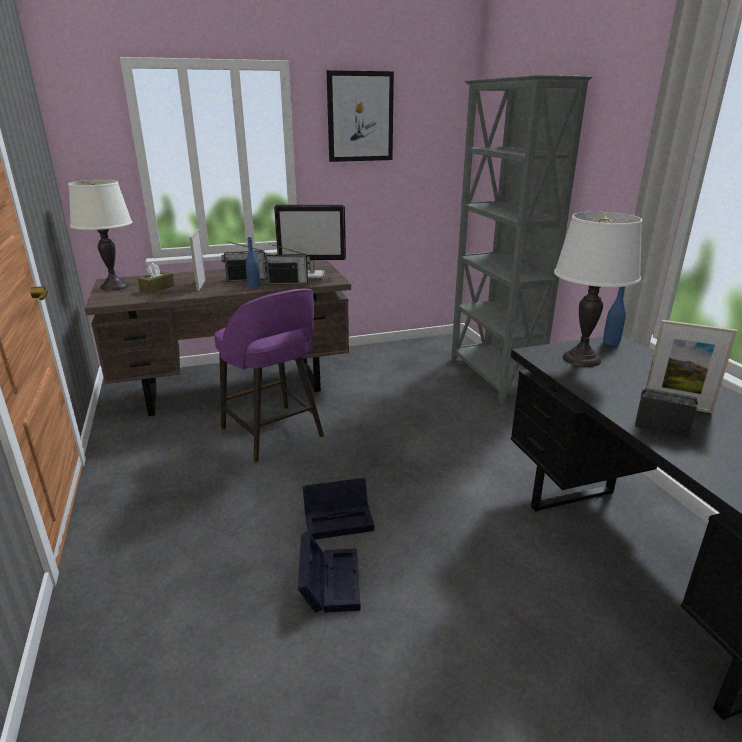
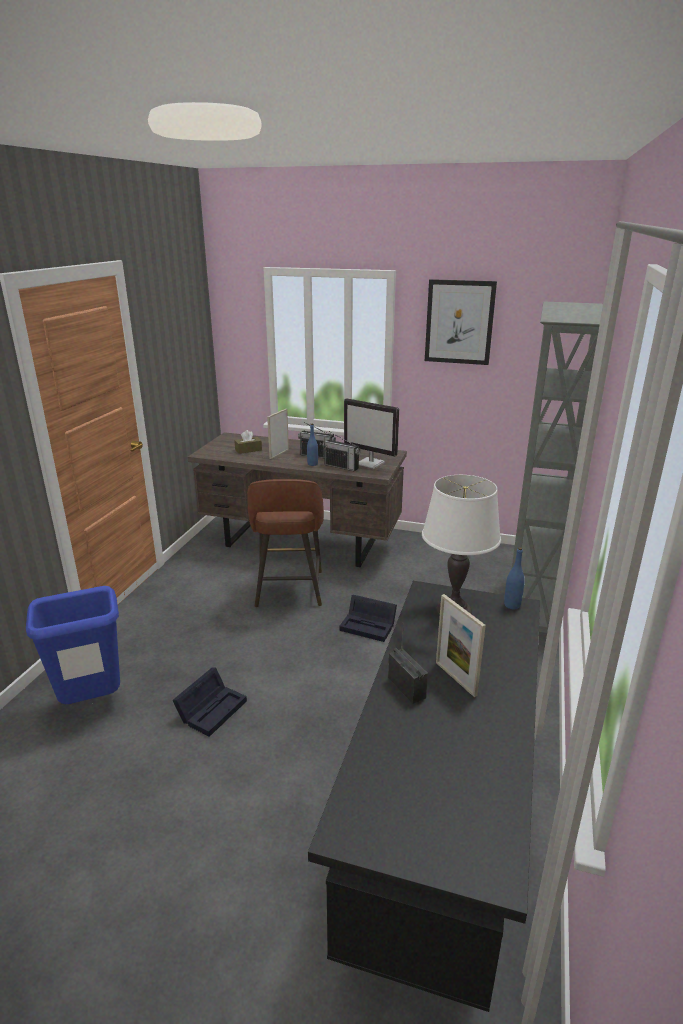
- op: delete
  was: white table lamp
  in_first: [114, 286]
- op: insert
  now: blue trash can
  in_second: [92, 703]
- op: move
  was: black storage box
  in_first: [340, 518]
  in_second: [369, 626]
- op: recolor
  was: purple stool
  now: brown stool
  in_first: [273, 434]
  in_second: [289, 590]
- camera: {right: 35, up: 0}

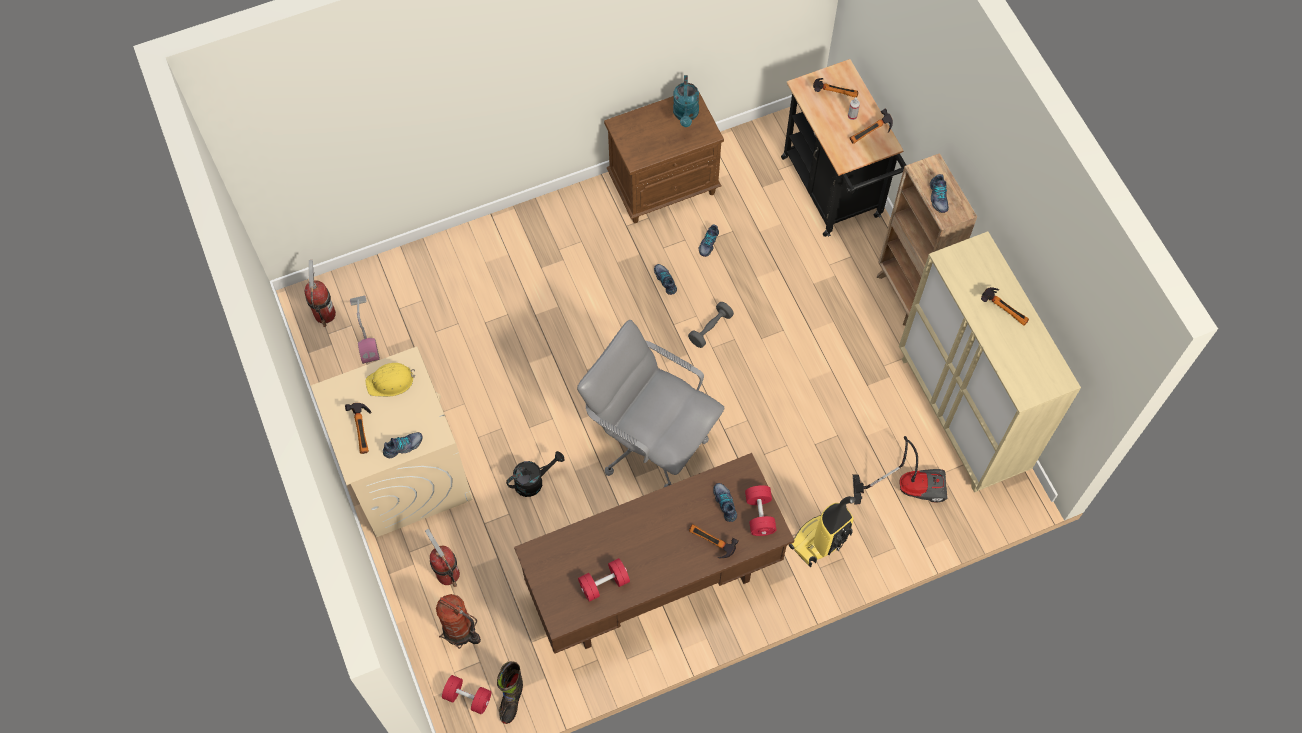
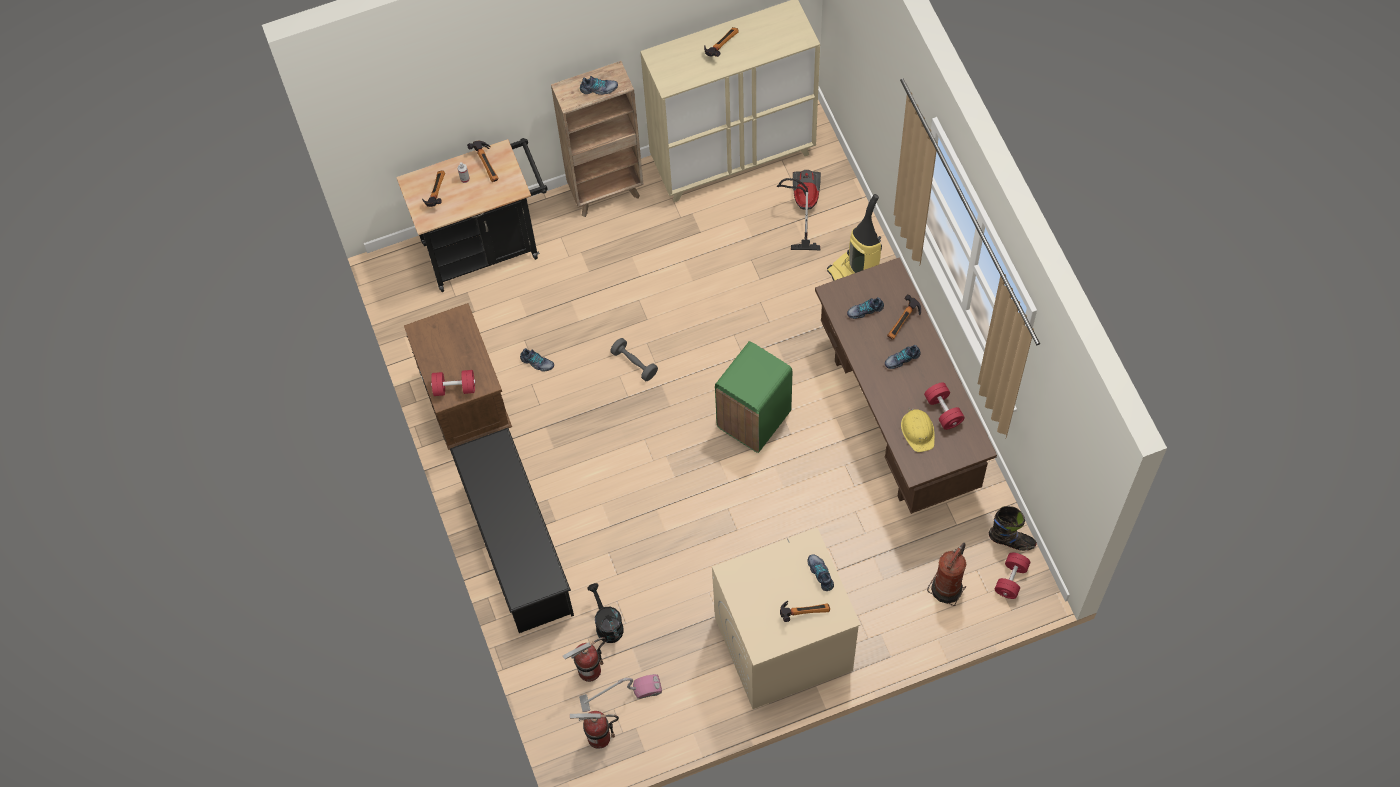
- op: delete
  was: turquoise watering can
  in_first: [686, 115]
- op: insert
  now: black shoe rack
  in_second: [517, 548]
- op: move
  was: yellow hard hat
  in_first: [390, 381]
  in_second: [918, 431]
- op: move
  was: fire extinguisher
  in_first: [448, 574]
  in_second: [589, 670]
- op: move
  was: black watering can
  in_first: [534, 481]
  in_second: [607, 624]
- op: move
  was: shoe
  in_first: [665, 280]
  in_second: [901, 359]
- op: move
  was: red dumbbell
  in_first: [759, 515]
  in_second: [454, 388]
- op: replace
  was: grey office chair
  now: green trash can
  in_first: [650, 440]
  in_second: [753, 419]
- camera: {right: -85, up: 0}

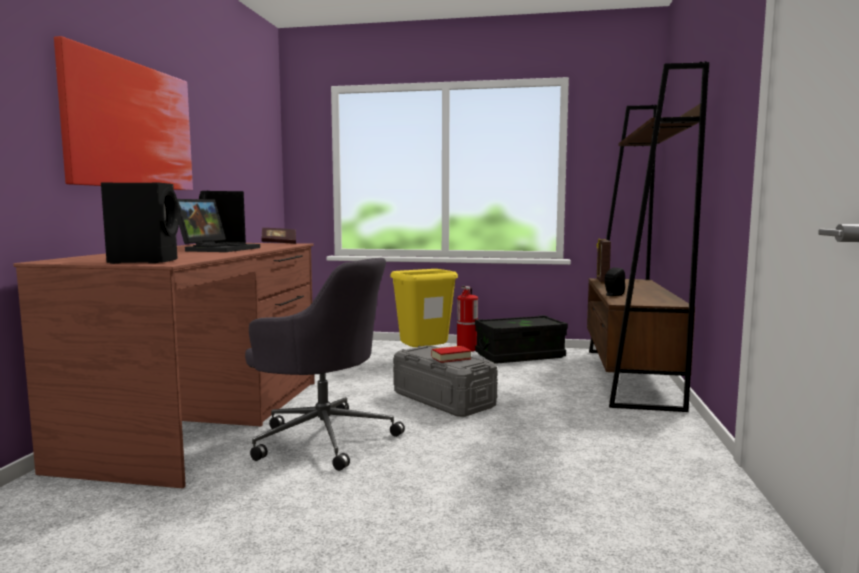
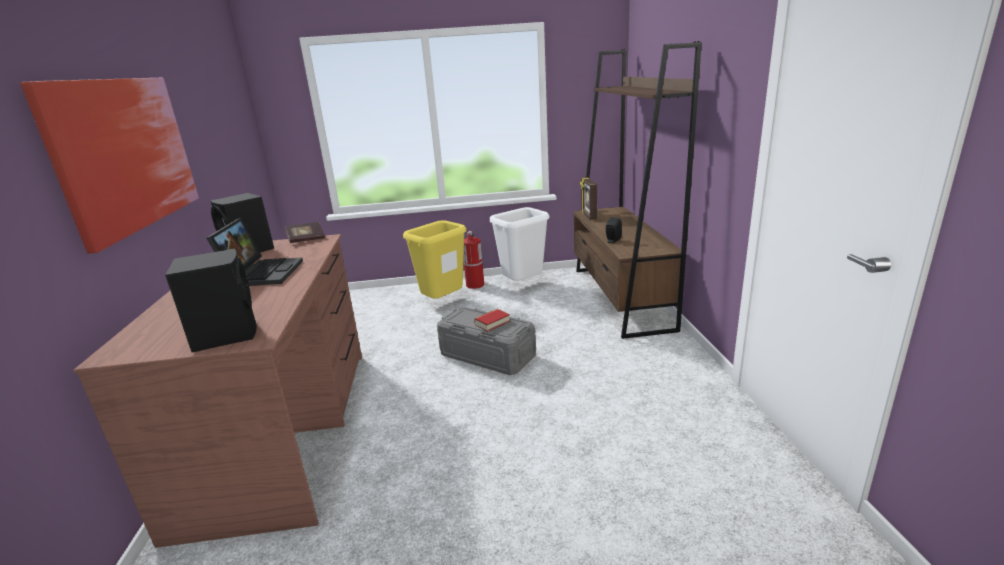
- op: delete
  was: grey office chair
  in_first: [323, 437]
- op: replace
  was: black storage box
  now: white trash can
  in_first: [519, 355]
  in_second: [523, 285]
- camera: {right: -15, up: 15}

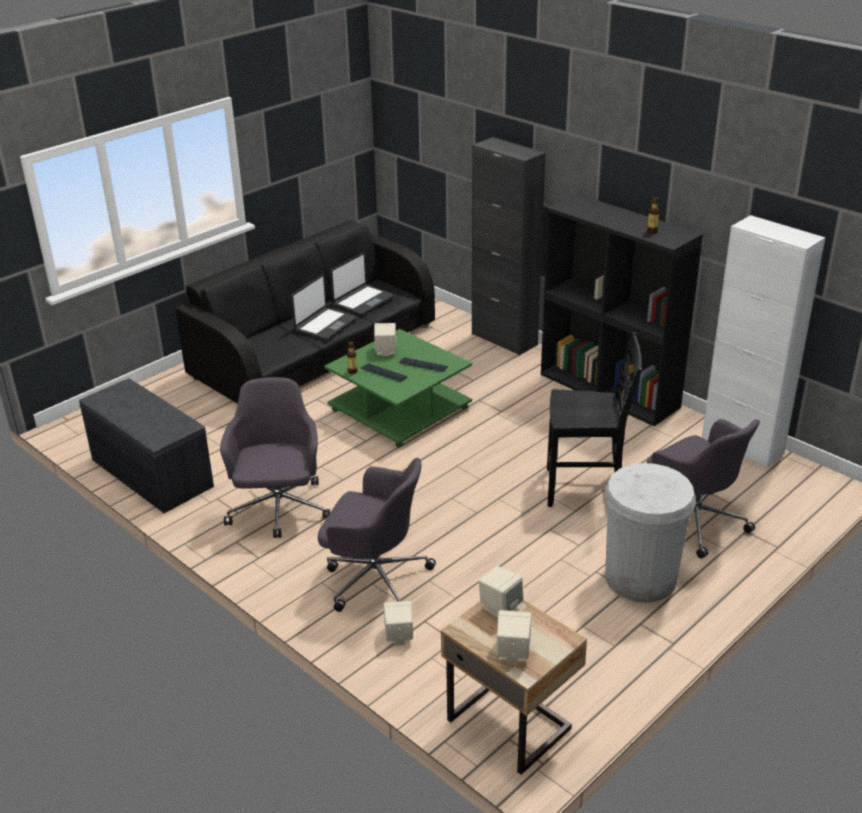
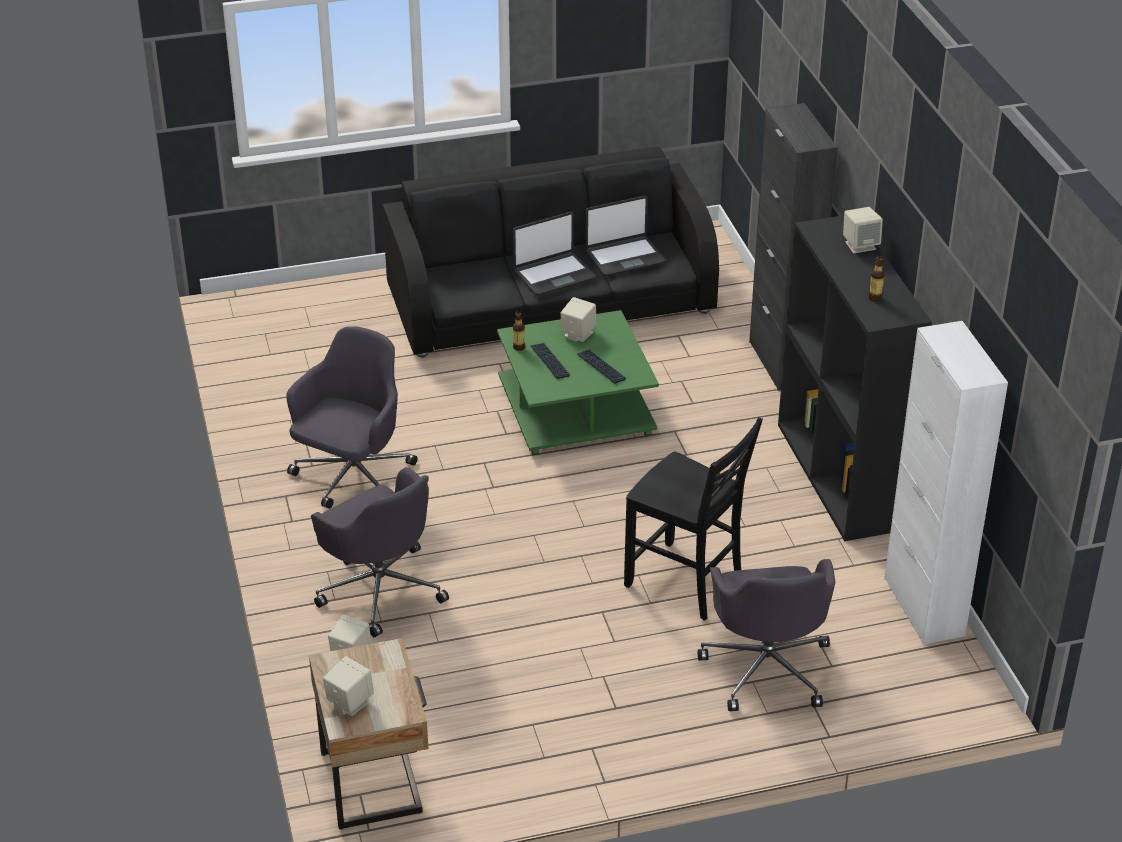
- op: delete
  was: grey bench
  in_first: [150, 473]
- op: delete
  was: white trash can
  in_first: [640, 578]
- op: move
  was: beige speaker
  in_first: [500, 607]
  in_second: [860, 245]
- camera: {right: 30, up: 5}

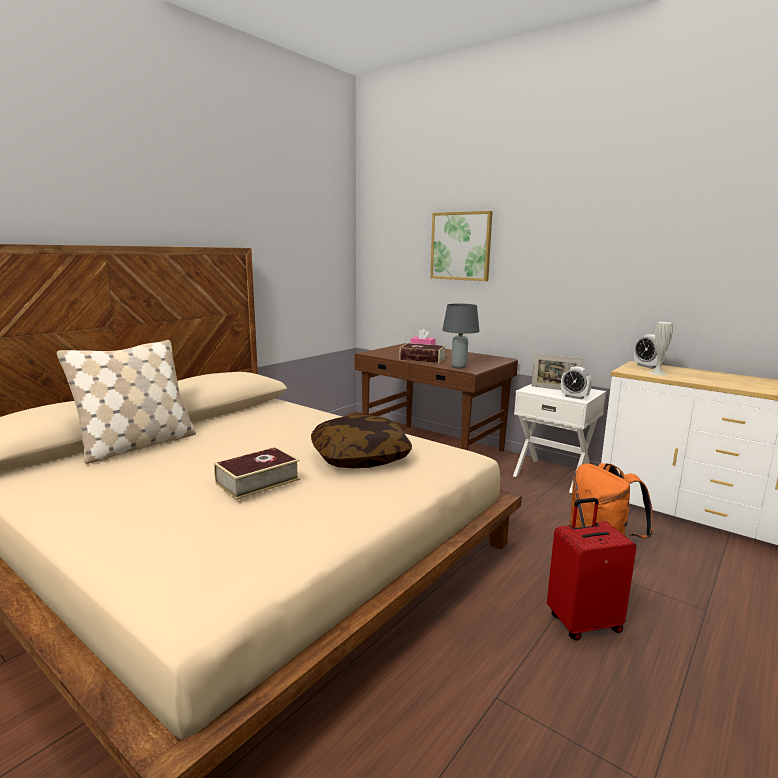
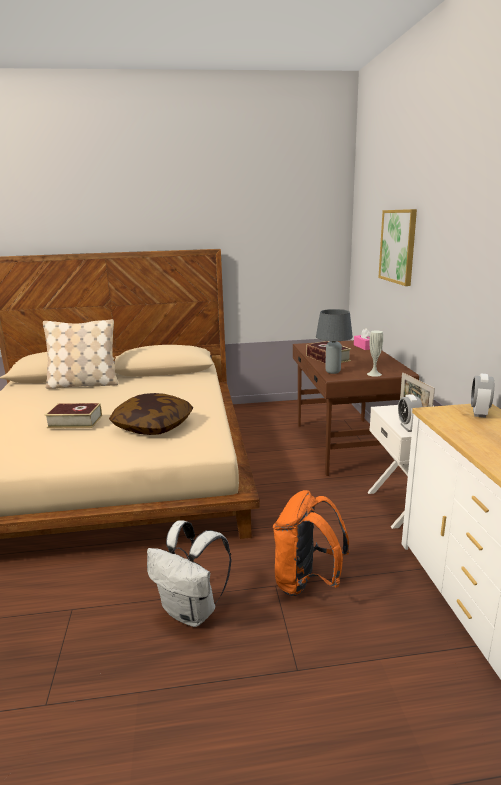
- op: move
  was: white vase
  in_first: [657, 373]
  in_second: [374, 374]
- op: replace
  was: red suitcase
  now: white backpack
  in_first: [583, 622]
  in_second: [192, 611]
- camera: {right: 45, up: 5}

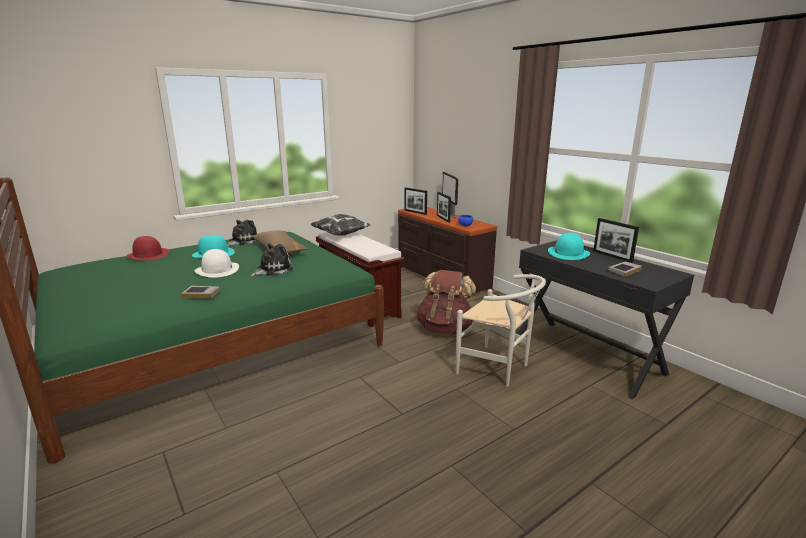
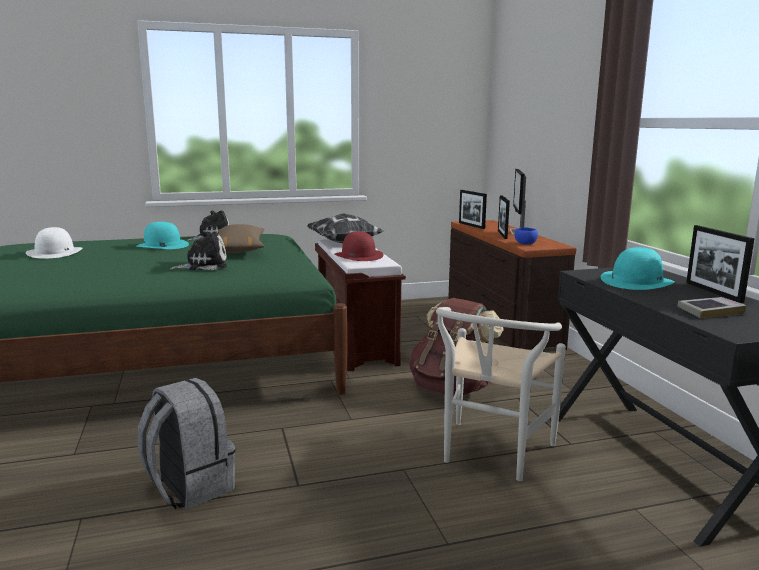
- op: delete
  was: book
  in_first: [201, 294]
- op: insert
  now: grey backpack
  in_second: [189, 486]
- op: move
  was: red hat
  in_first: [148, 255]
  in_second: [358, 255]
- op: move
  was: white hat
  in_first: [217, 270]
  in_second: [55, 252]
- op: rotate
  was: white chair
  in_first: [498, 369]
  in_second: [491, 455]
  clockwise: 60
- camera: {right: 20, up: -5}

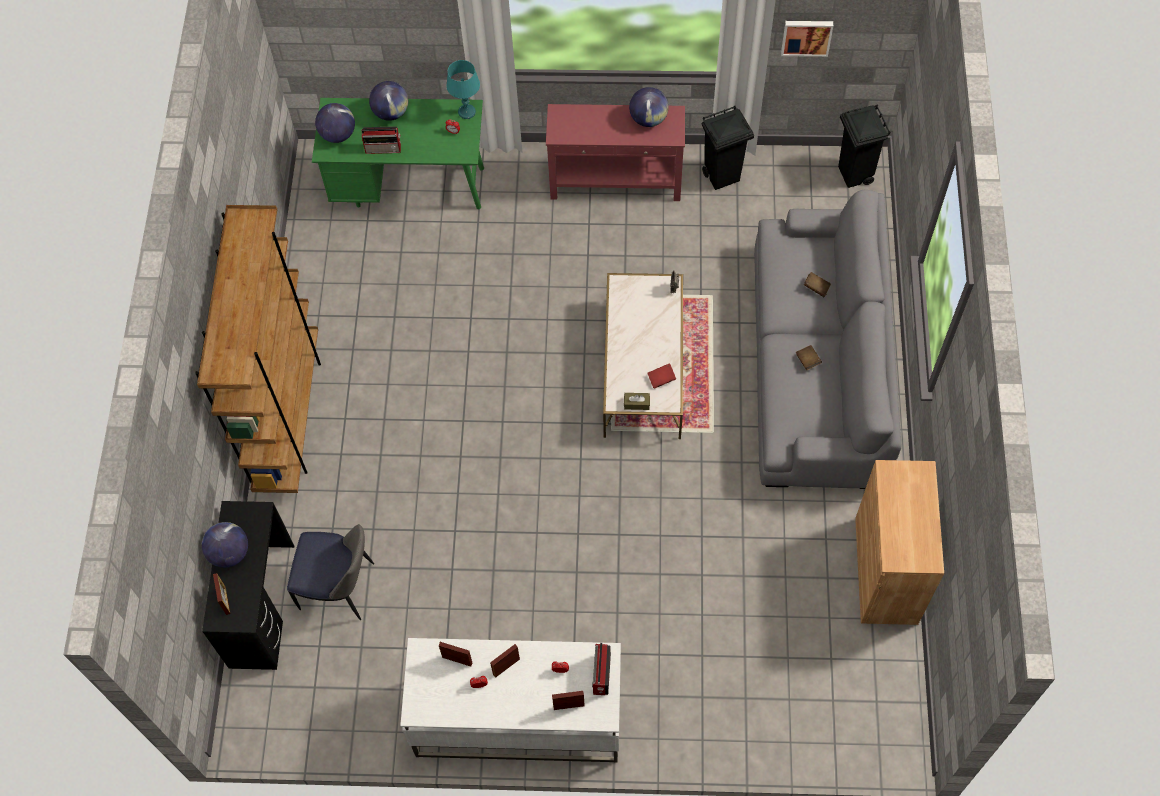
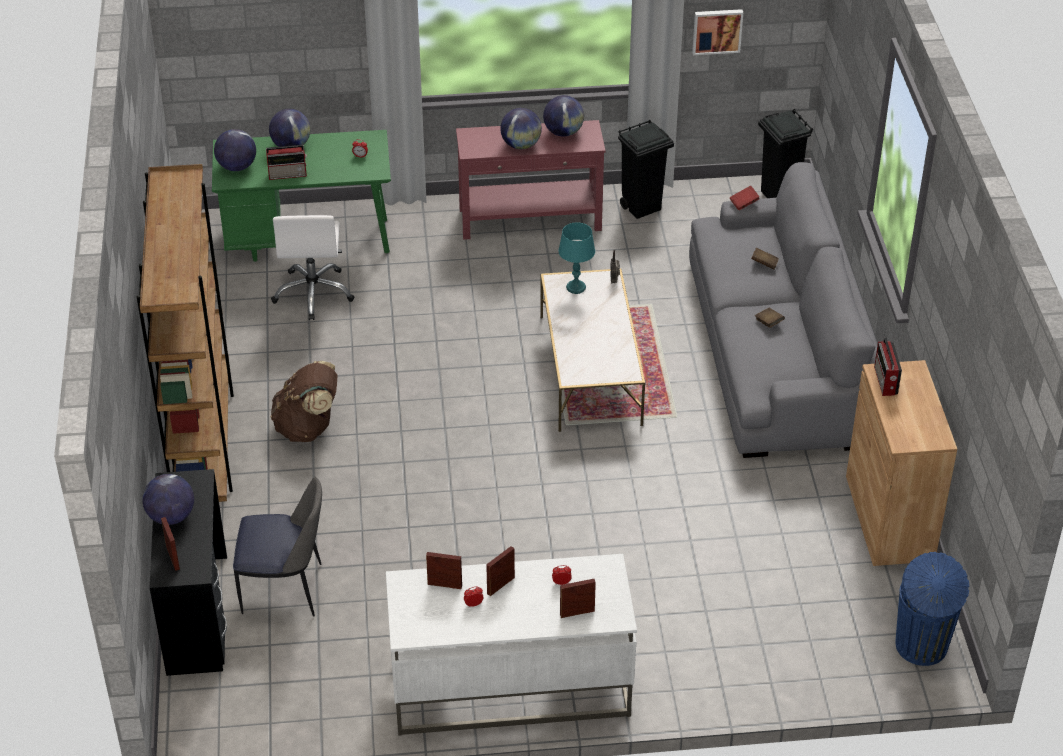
- op: delete
  was: brown tissue box
  in_first: [636, 403]
- op: insert
  now: white office chair
  in_second: [314, 293]
- op: insert
  now: brown backpack
  in_second: [308, 427]
- op: insert
  now: globe
  in_second: [521, 145]
- op: insert
  now: blue trash can
  in_second: [921, 647]
- op: move
  was: turquoise table lamp
  in_first: [467, 112]
  in_second: [576, 288]
- op: move
  was: radio
  in_first: [601, 675]
  in_second: [885, 381]
- op: move
  was: red book
  in_first: [661, 379]
  in_second: [744, 203]
- camera: {right: -10, up: -20}

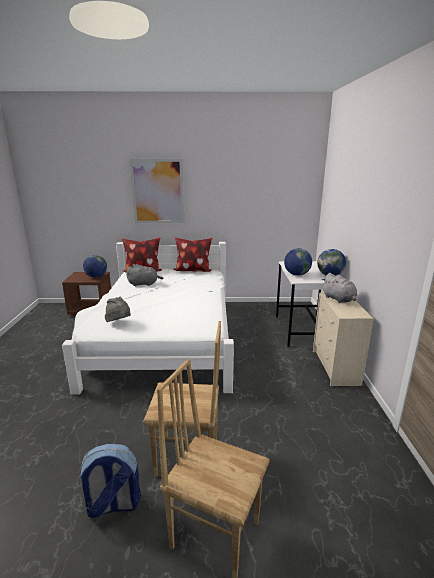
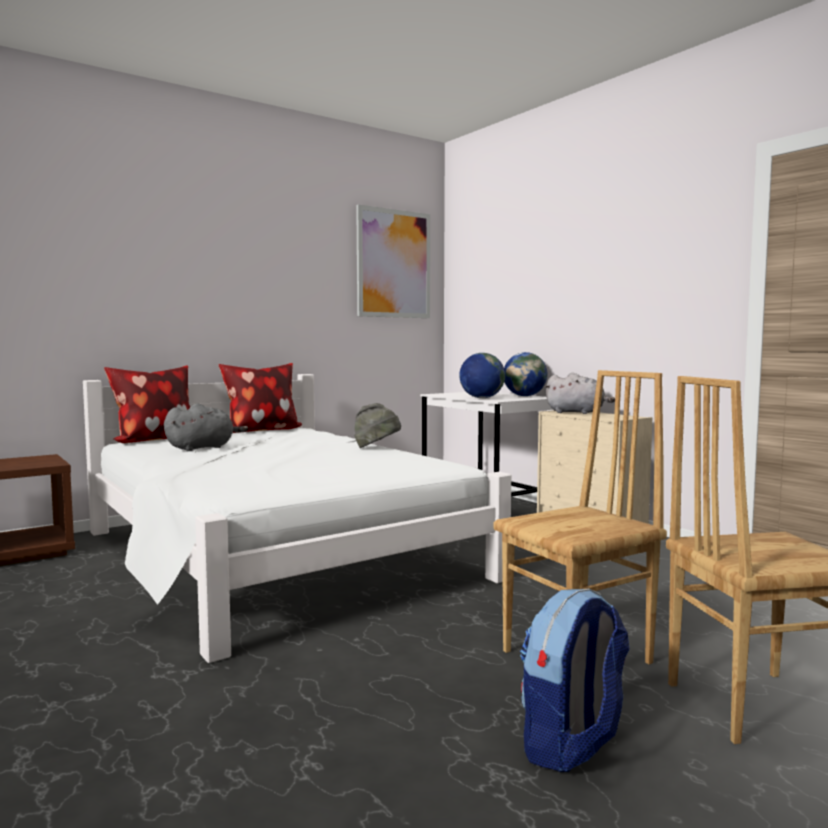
- op: delete
  was: globe
  in_first: [96, 277]
- op: move
  was: grey hat
  in_first: [119, 323]
  in_second: [377, 448]
- op: move
  was: picture
  in_first: [158, 191]
  in_second: [393, 264]
- camera: {right: -35, up: -15}

